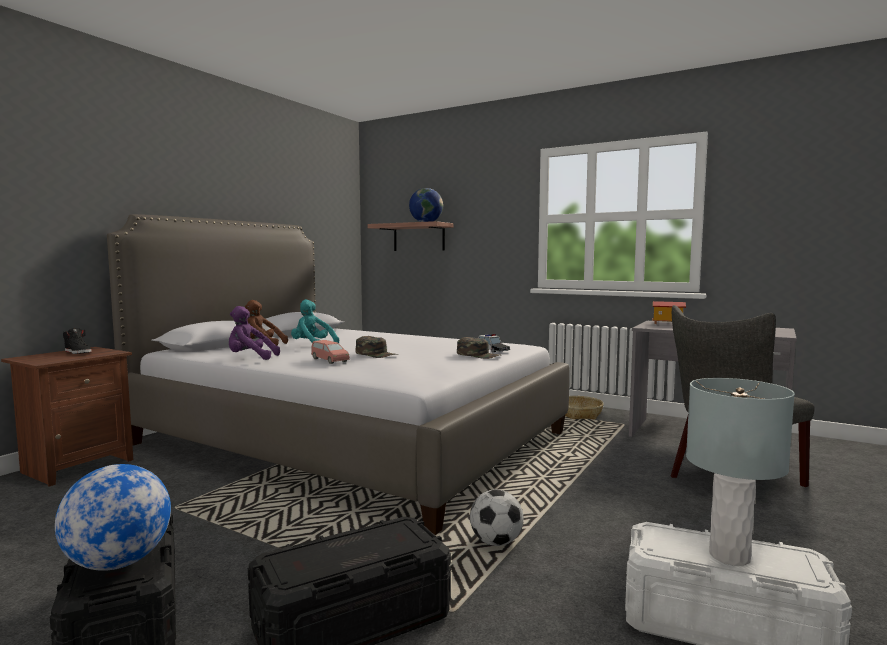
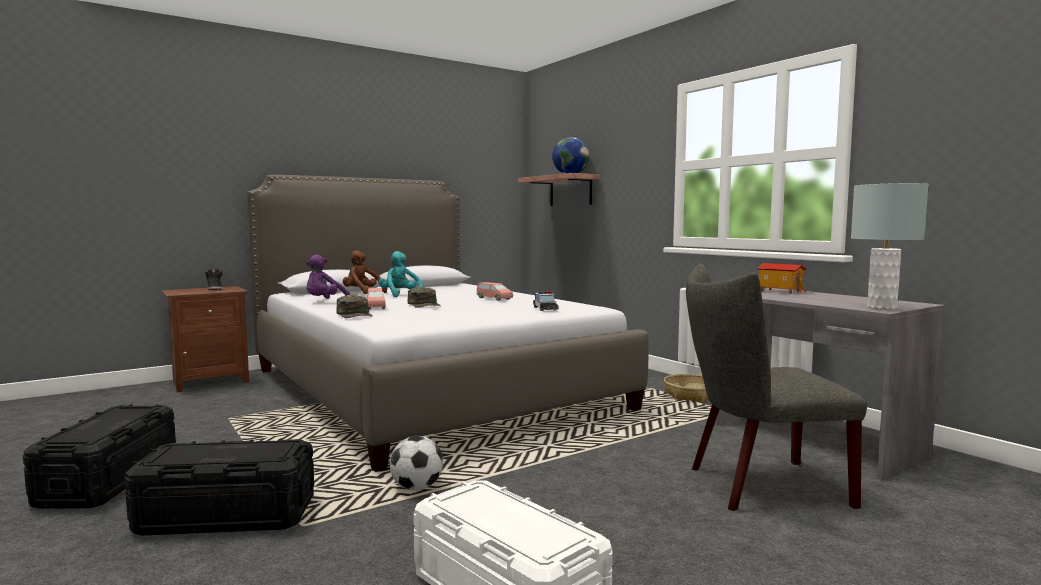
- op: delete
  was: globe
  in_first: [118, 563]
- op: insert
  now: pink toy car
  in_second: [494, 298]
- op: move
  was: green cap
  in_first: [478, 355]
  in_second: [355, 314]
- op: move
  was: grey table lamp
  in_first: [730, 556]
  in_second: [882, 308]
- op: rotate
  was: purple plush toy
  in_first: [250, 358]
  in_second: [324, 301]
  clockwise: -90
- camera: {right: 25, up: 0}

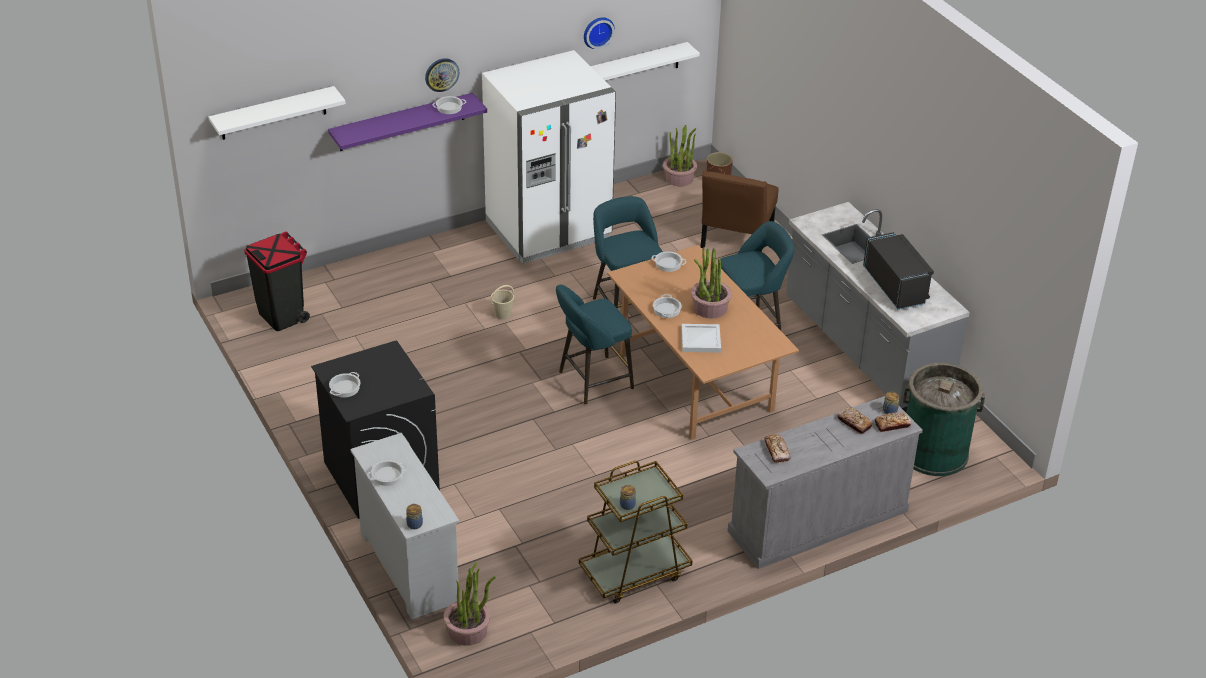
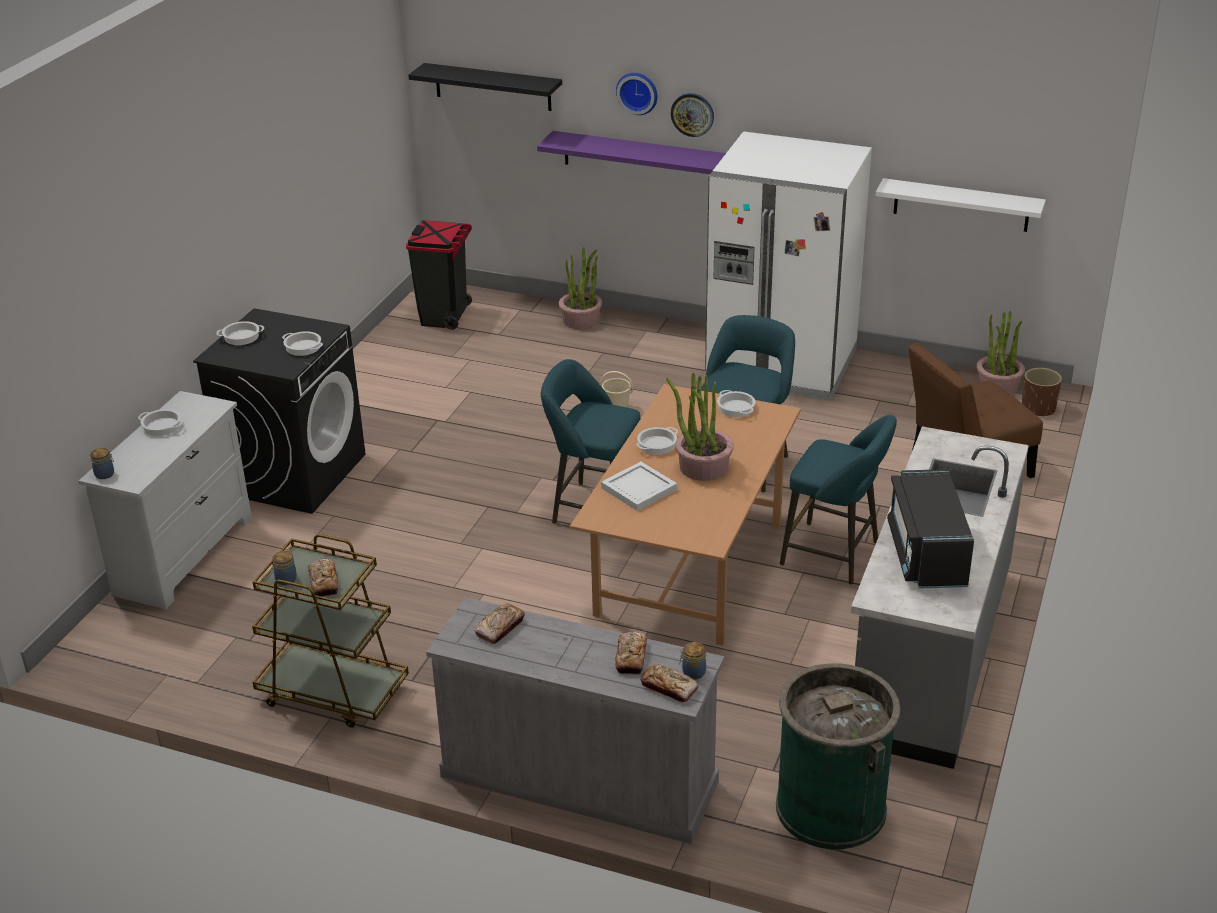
- op: insert
  now: bread
  in_second: [323, 582]
- op: move
  was: cooking pot
  in_first: [449, 108]
  in_second: [302, 347]
- op: move
  was: potted plant
  in_first: [468, 631]
  in_second: [581, 320]
- op: move
  was: wall clock
  in_first: [597, 31]
  in_second: [638, 92]
- op: recolor
  was: white shelf
  now: black shelf
  in_first: [273, 113]
  in_second: [493, 87]
- op: rotate
  was: black microwave
  in_first: [895, 286]
  in_second: [926, 553]
  clockwise: 150
- camera: {right: 50, up: -5}

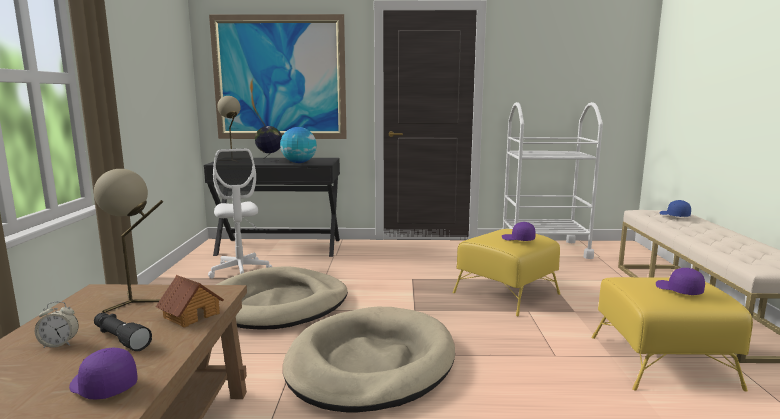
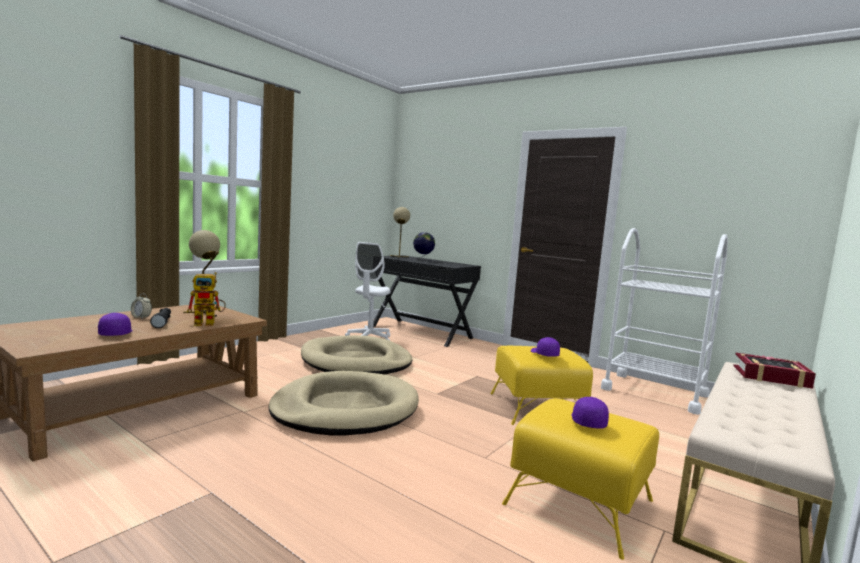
- op: delete
  was: picture
  in_first: [279, 78]
- op: delete
  was: globe
  in_first: [299, 163]
- op: replace
  was: toy house
  now: toy robot
  in_first: [191, 315]
  in_second: [209, 323]
- op: replace
  was: blue cap
  now: book
  in_first: [674, 215]
  in_second: [770, 377]
- camera: {right: 35, up: -5}

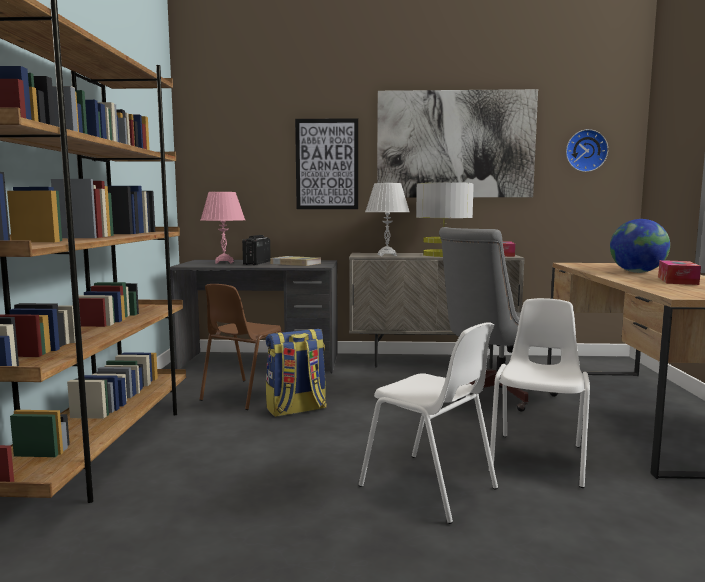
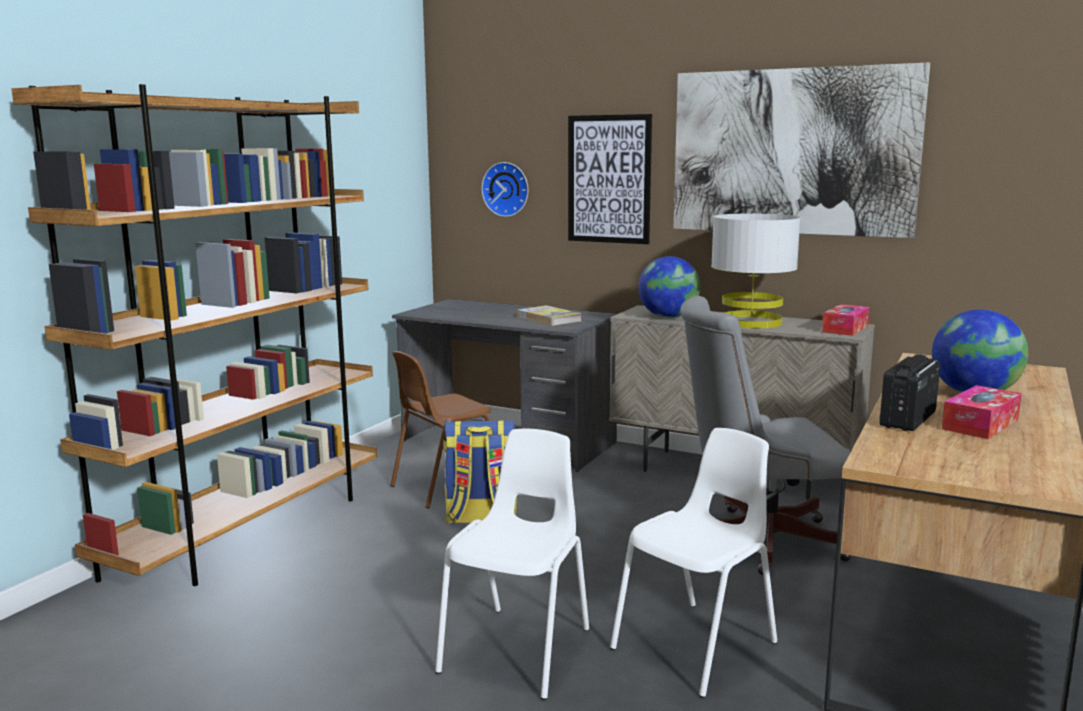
- op: delete
  was: pink table lamp
  in_first: [224, 262]
- op: move
  was: radio
  in_first: [256, 263]
  in_second: [907, 419]
- op: move
  was: wall clock
  in_first: [585, 151]
  in_second: [507, 189]
- op: replace
  was: white table lamp
  now: globe
  in_first: [387, 255]
  in_second: [668, 317]
- op: rotate
  was: white chair
  in_first: [429, 488]
  in_second: [519, 650]
  clockwise: -135
- camera: {right: 25, up: 5}

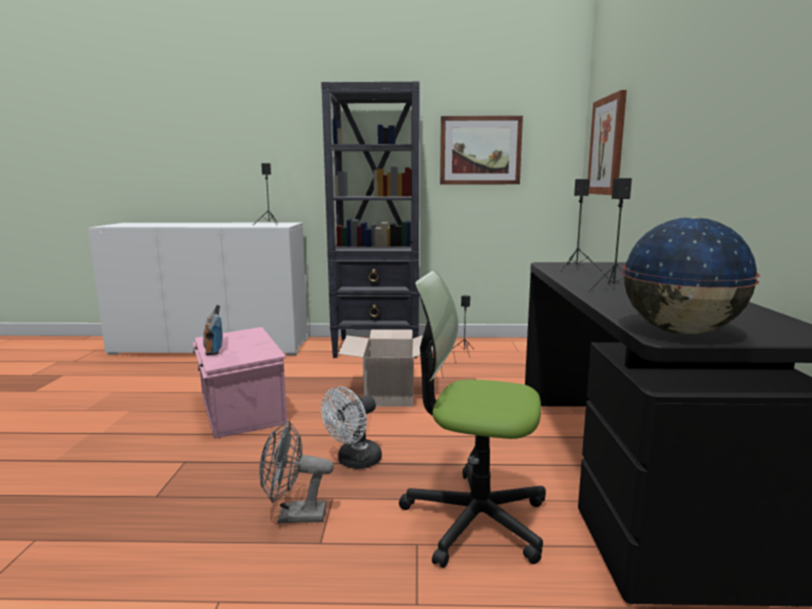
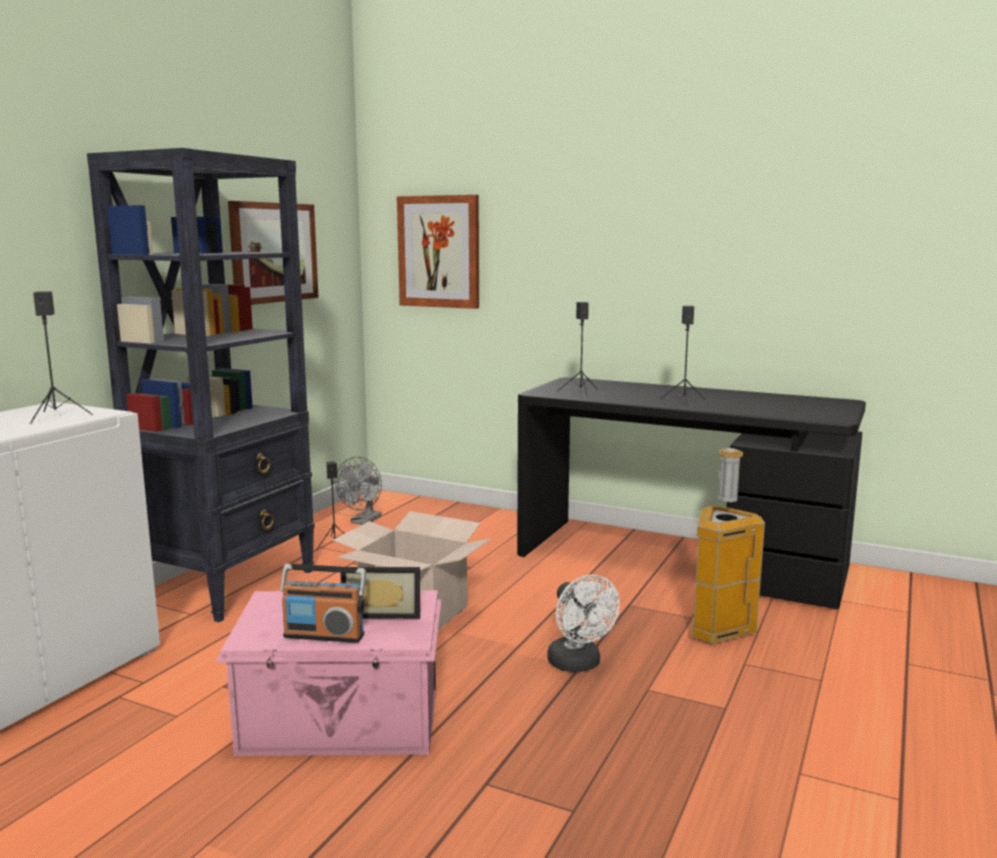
- op: delete
  was: globe
  in_first: [681, 332]
- op: insert
  now: picture frame
  in_second: [382, 612]
- op: move
  was: grey fan
  in_first: [293, 516]
  in_second: [363, 521]
- op: replace
  was: office chair
  now: trash can
  in_first: [475, 519]
  in_second: [718, 631]
- camera: {right: -65, up: 0}

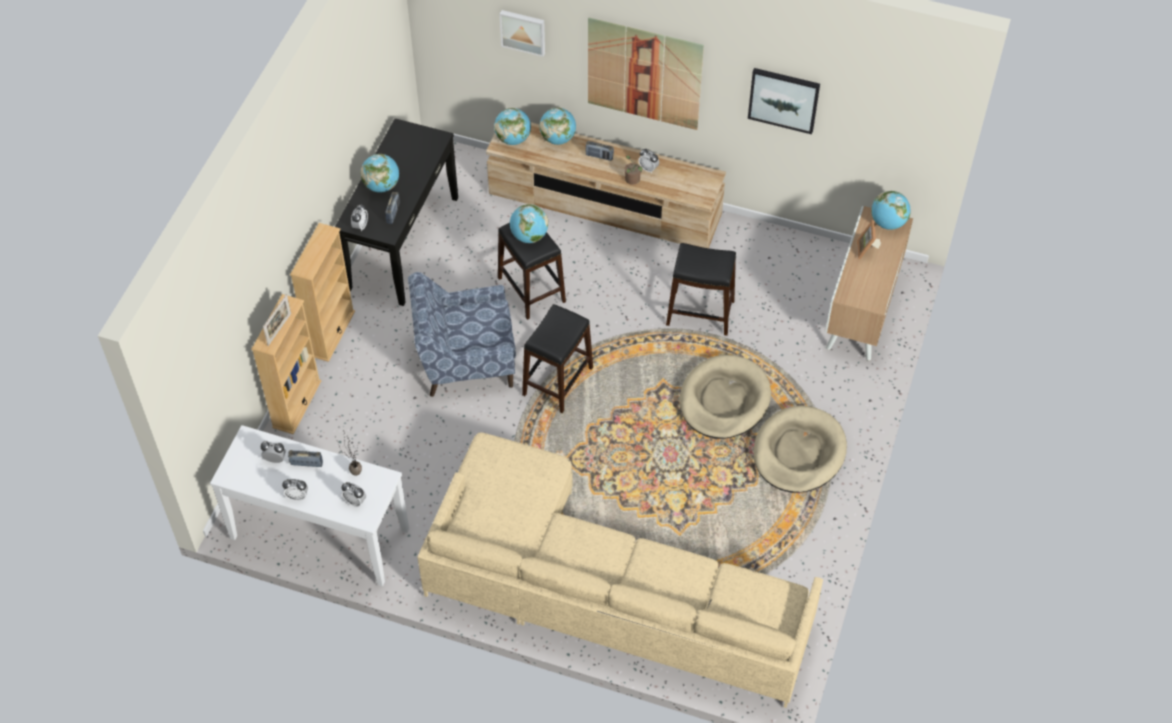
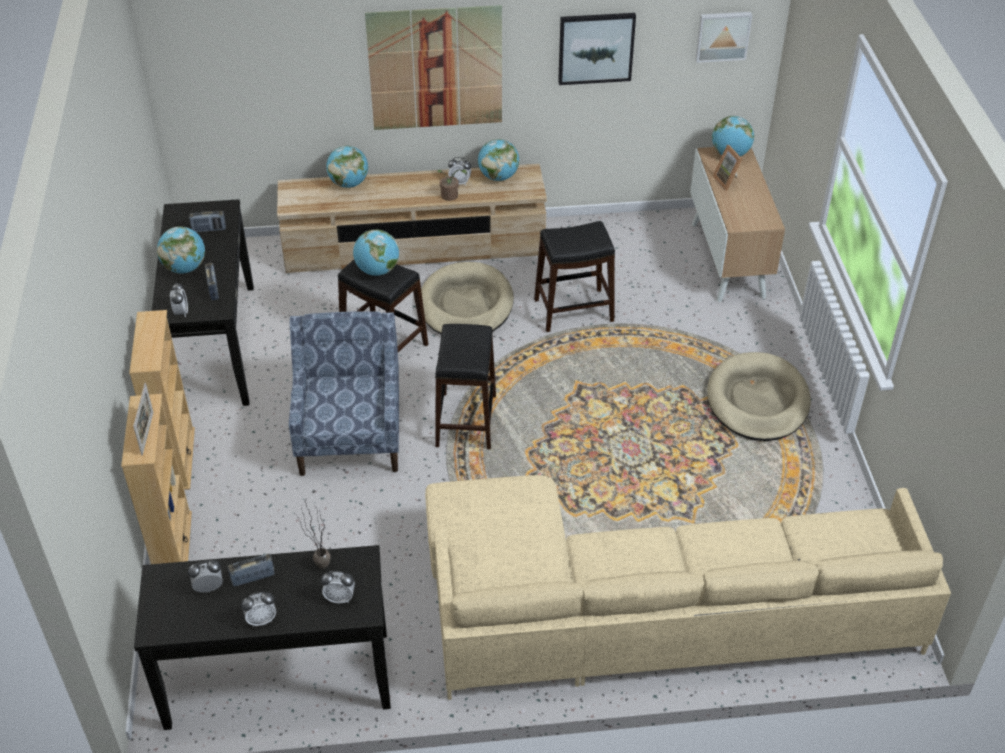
- op: move
  was: globe
  in_first: [513, 139]
  in_second: [498, 177]
- op: move
  was: picture
  in_first: [523, 31]
  in_second: [722, 35]
- op: move
  was: radio
  in_first: [599, 156]
  in_second: [209, 229]
- op: move
  was: beige dog bed
  in_first: [724, 400]
  in_second: [465, 305]
- op: recolor
  was: white console table
  now: black console table
  in_first: [319, 534]
  in_second: [278, 680]
- op: rotate
  was: blue armchair
  in_first: [465, 360]
  in_second: [350, 434]
  clockwise: 120
- camera: {right: -25, up: -10}

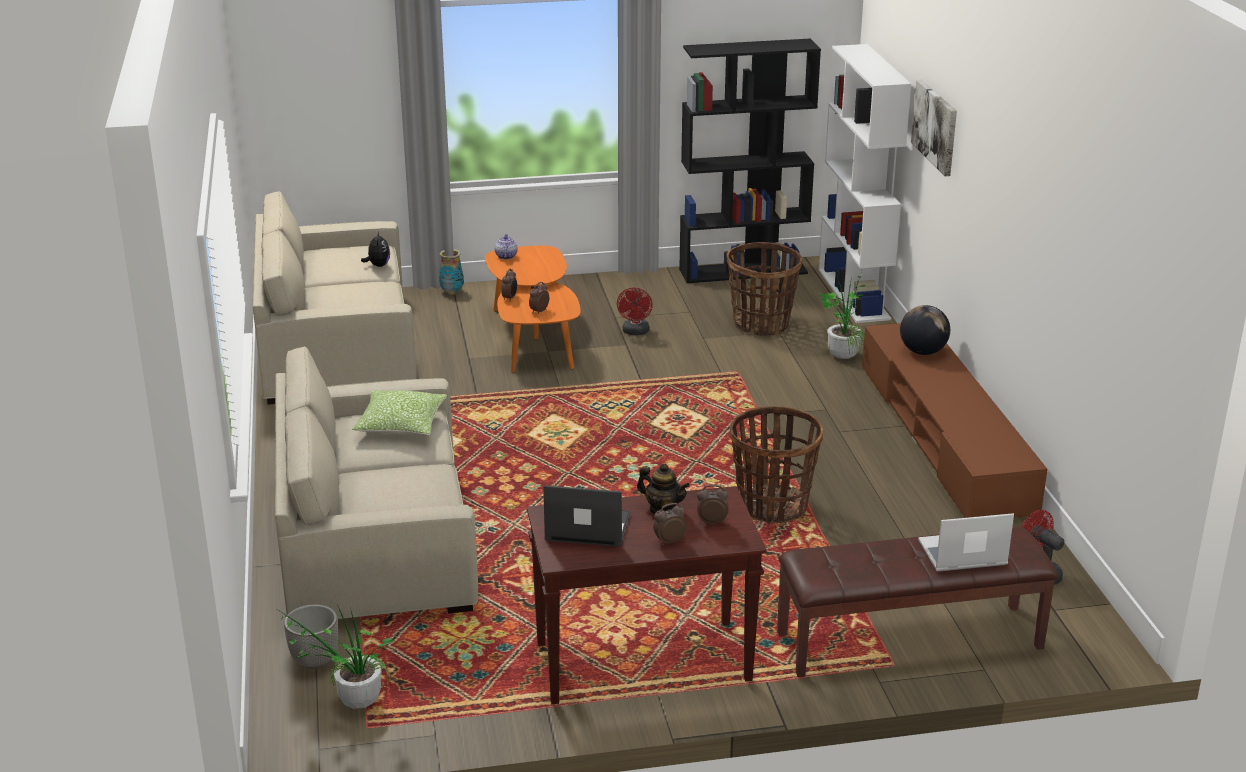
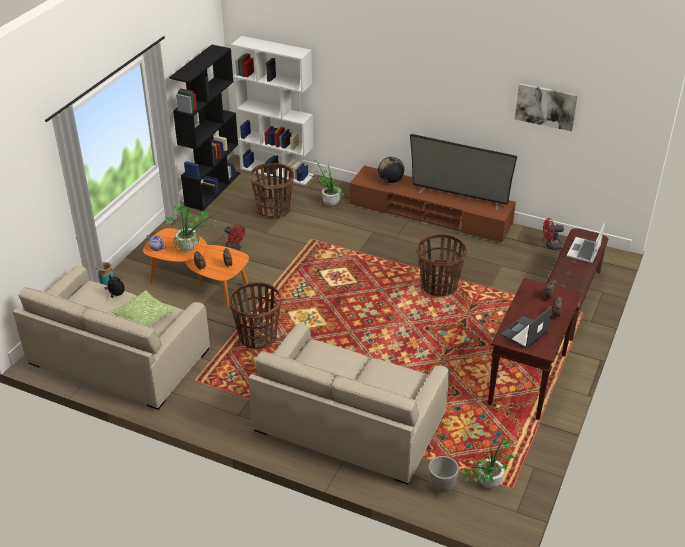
- op: delete
  was: teapot
  in_first: [663, 510]
- op: insert
  now: potted plant
  in_second: [192, 248]
- op: insert
  now: basket
  in_second: [257, 337]
- op: insert
  now: television
  in_second: [459, 197]
- op: move
  was: pillow
  in_first: [401, 425]
  in_second: [144, 317]
- op: move
  was: picture
  in_first: [935, 127]
  in_second: [546, 106]
- camera: {right: -55, up: 10}

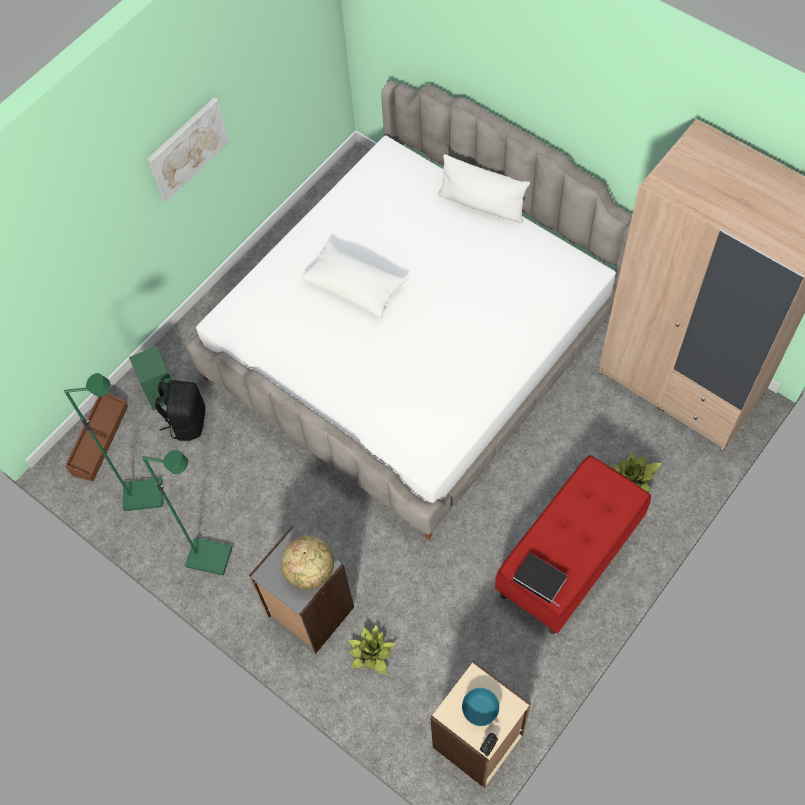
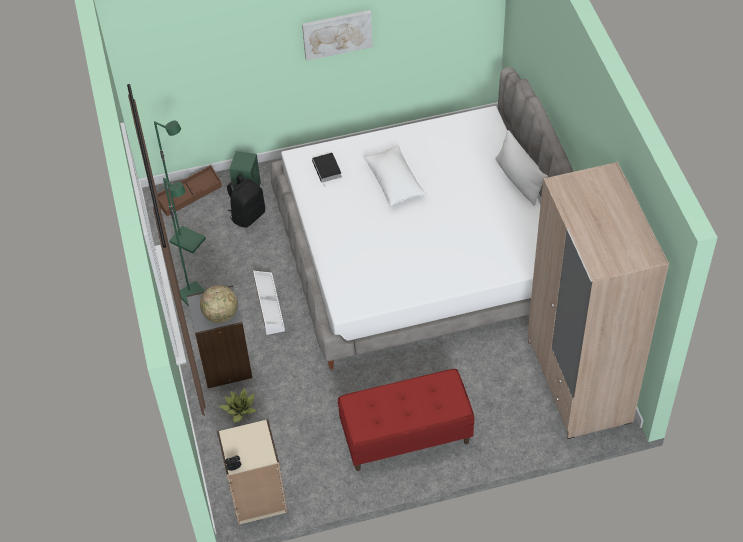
- op: delete
  was: turquoise bowl
  in_first: [479, 710]
- op: delete
  was: potted plant
  in_first: [634, 476]
- op: insert
  now: white storage box
  in_second: [268, 306]
- op: move
  was: book
  in_first: [541, 580]
  in_second: [327, 170]
- camera: {right: 35, up: -10}

